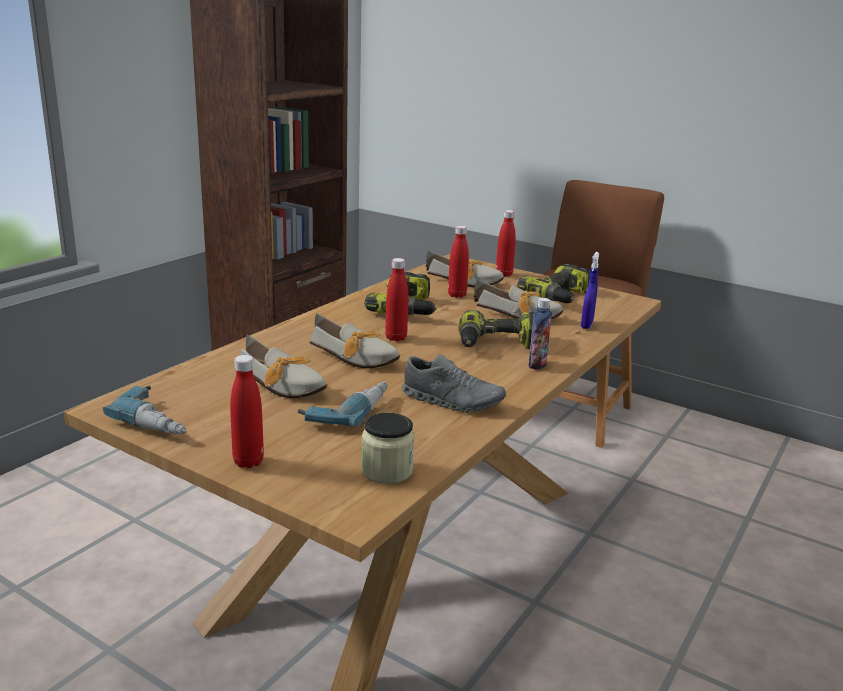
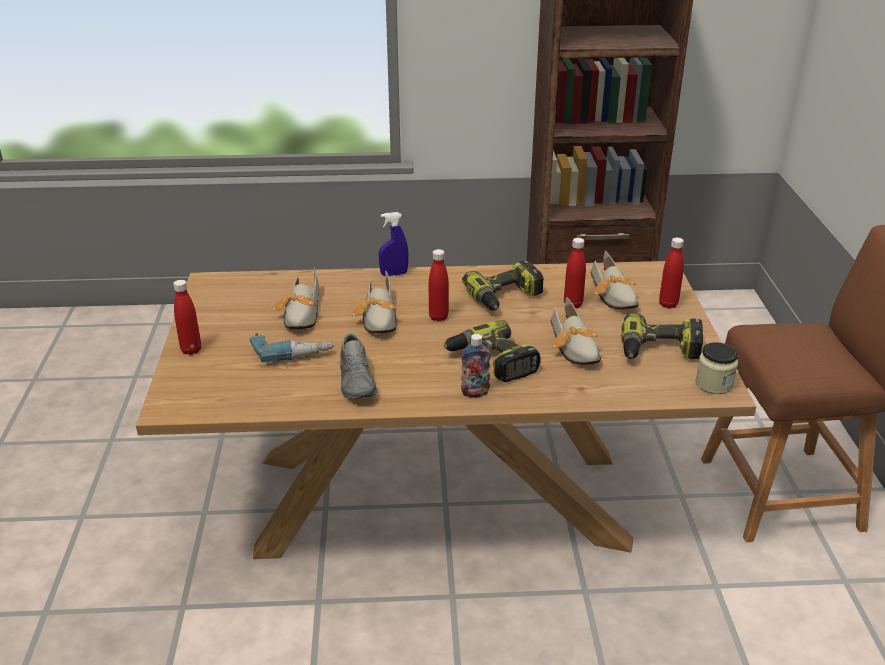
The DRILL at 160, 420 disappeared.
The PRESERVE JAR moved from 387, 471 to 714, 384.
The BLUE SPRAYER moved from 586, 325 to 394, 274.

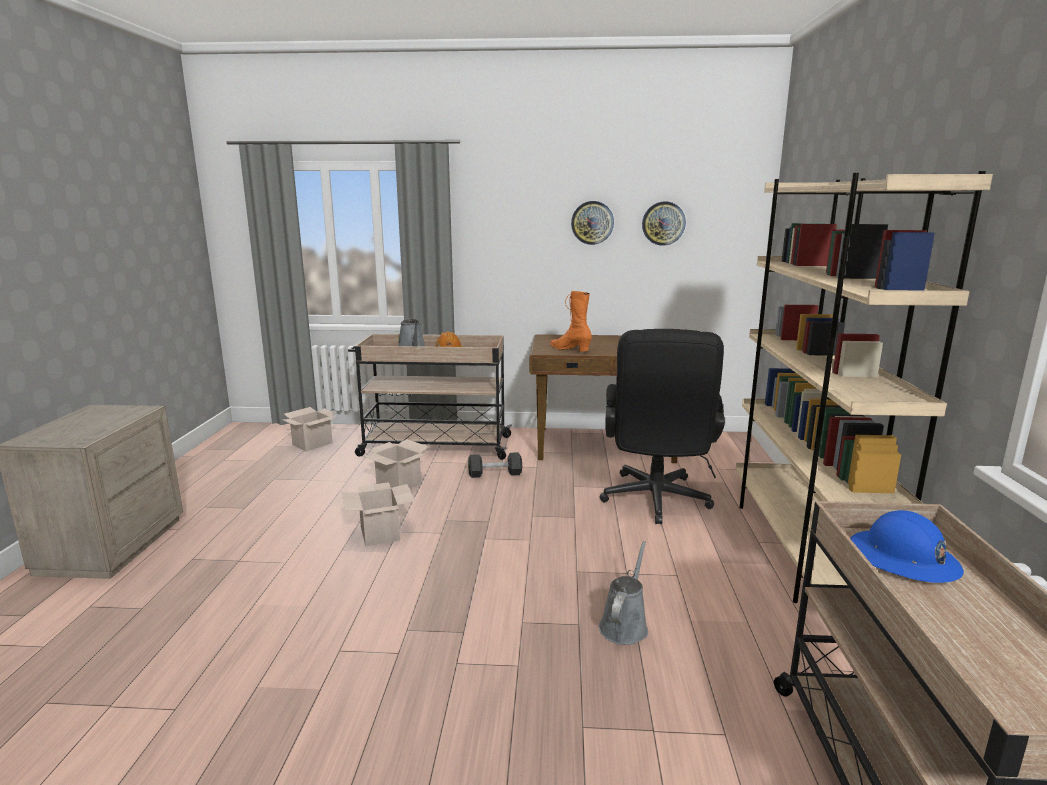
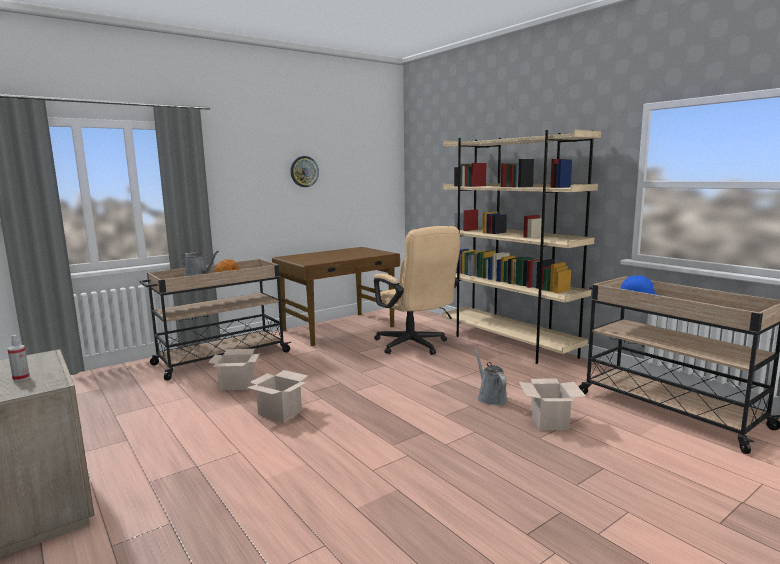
The CARTON moved from 312, 444 to 550, 422.
The BLACKISH DUMBBELL at 495, 474 disappeared.
The ORANGE-COLOURED HIGH-TOP BOOT at 570, 350 disappeared.
The BLACKISH DESK CHAIR at 655, 502 became the BEIGE-COLOURED DESK CHAIR at 415, 346.
The WALL CLOCK at 663, 223 disappeared.
The SPRAYER at 21, 378 appeared.

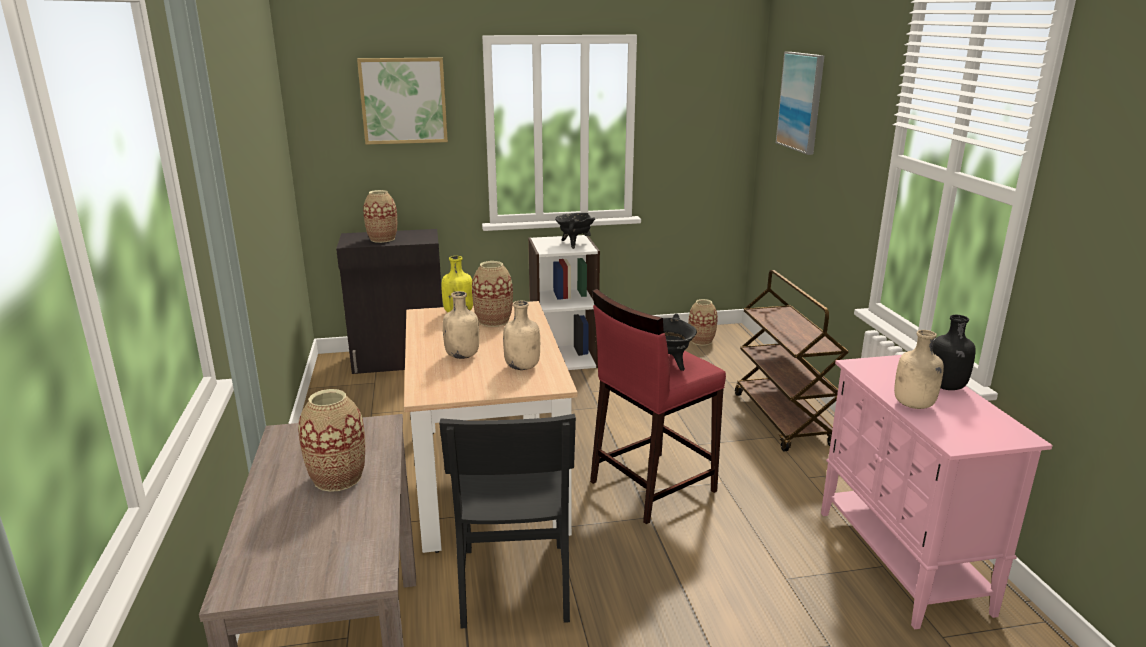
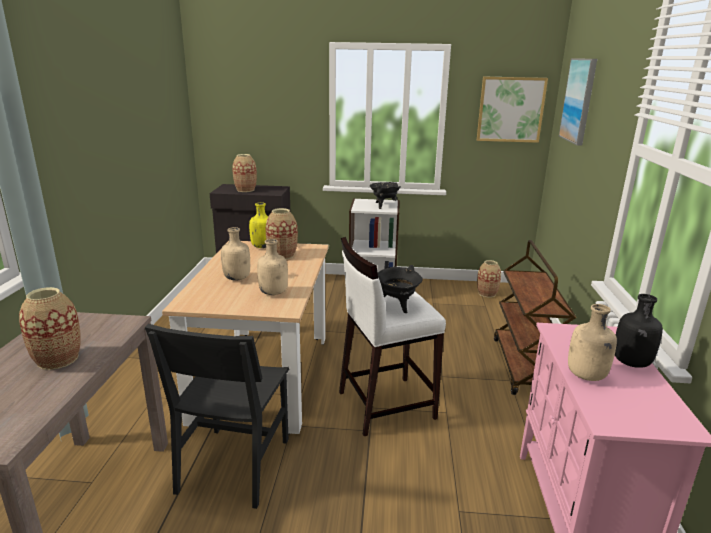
The WALL PICTURE moved from 403, 100 to 510, 109.
The REDDISH SITTING STOOL at 651, 486 became the WHITE-COLOURED SITTING STOOL at 385, 404.

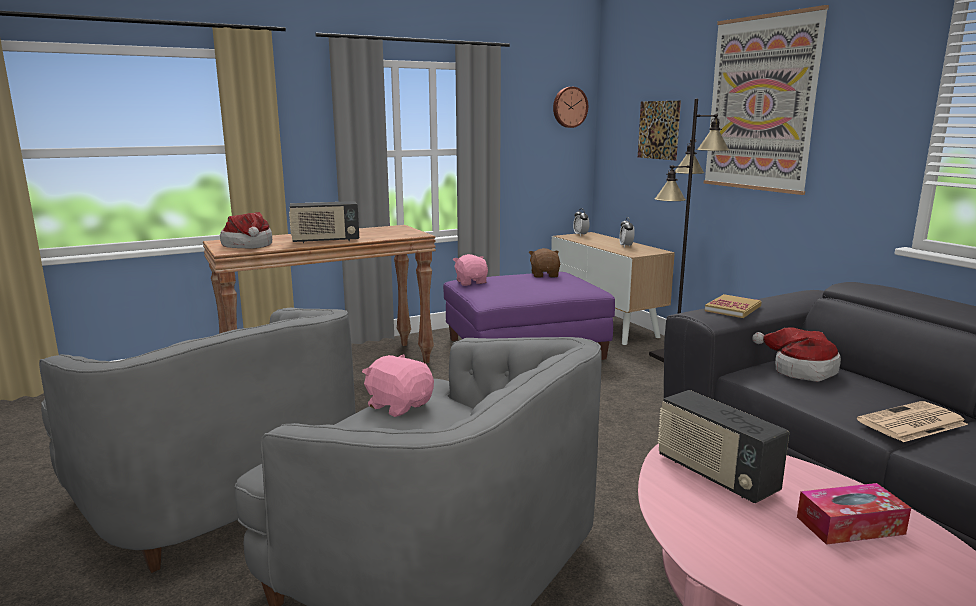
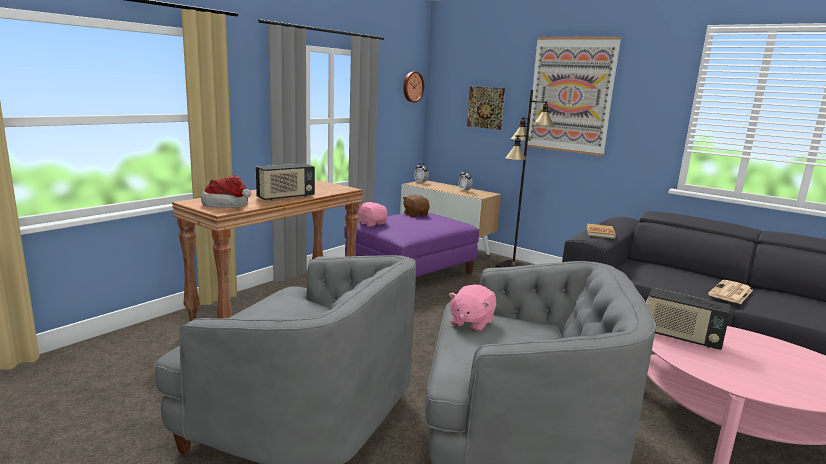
The PINK-COLOURED PLUSH TOY at 399, 405 turned 75 degrees counterclockwise.
The CLOTHING HAT at 800, 370 disappeared.
The TISSUE HOLDER at 850, 525 disappeared.

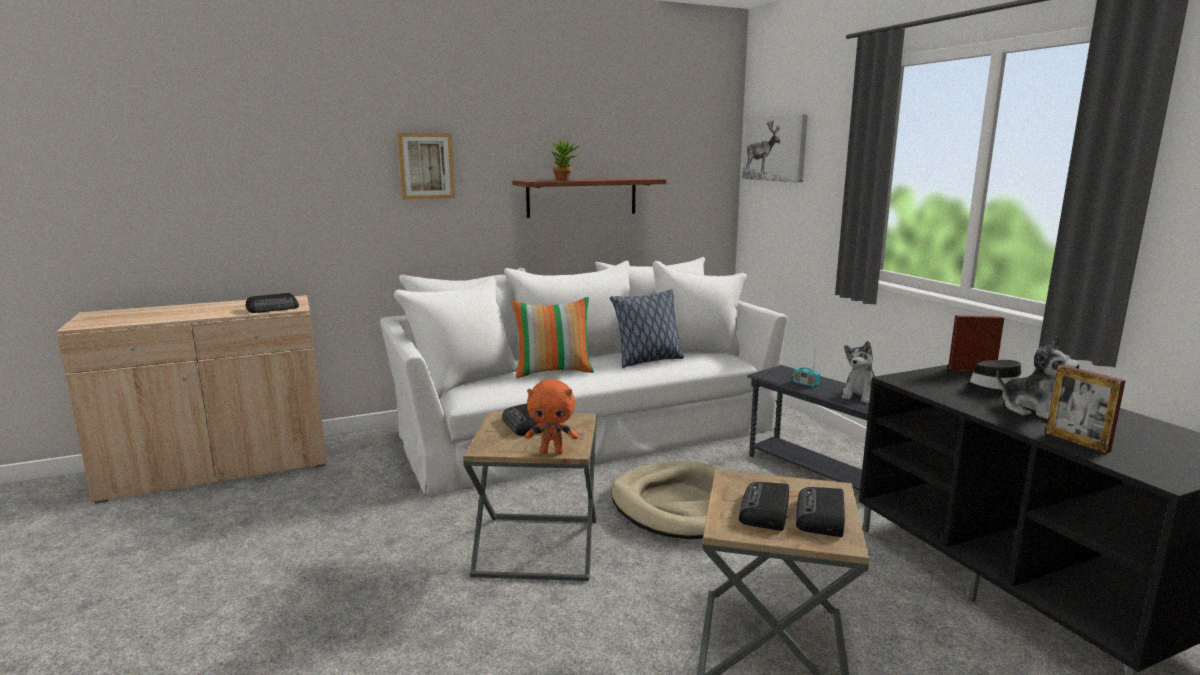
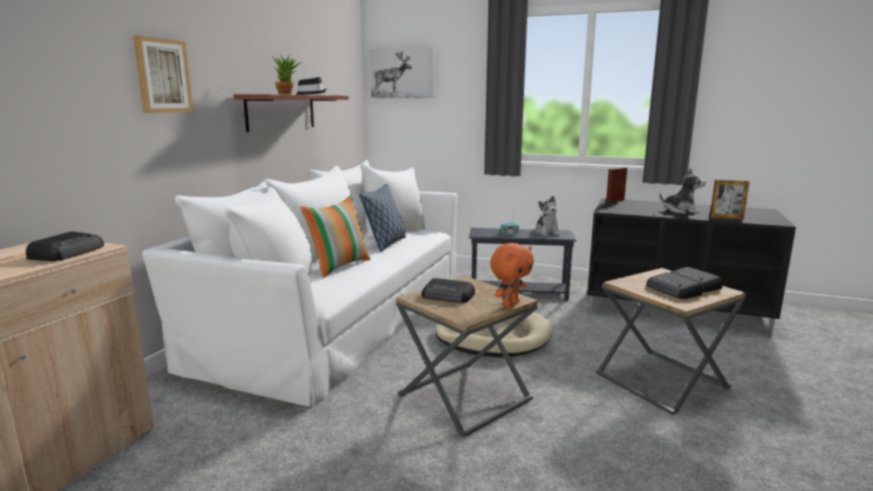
The BLACKISH CLOTHING HAT moved from 994, 388 to 310, 94.

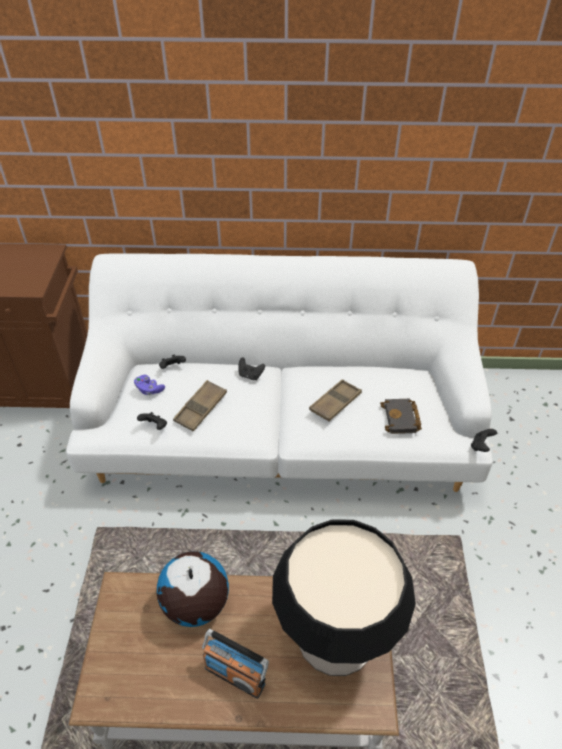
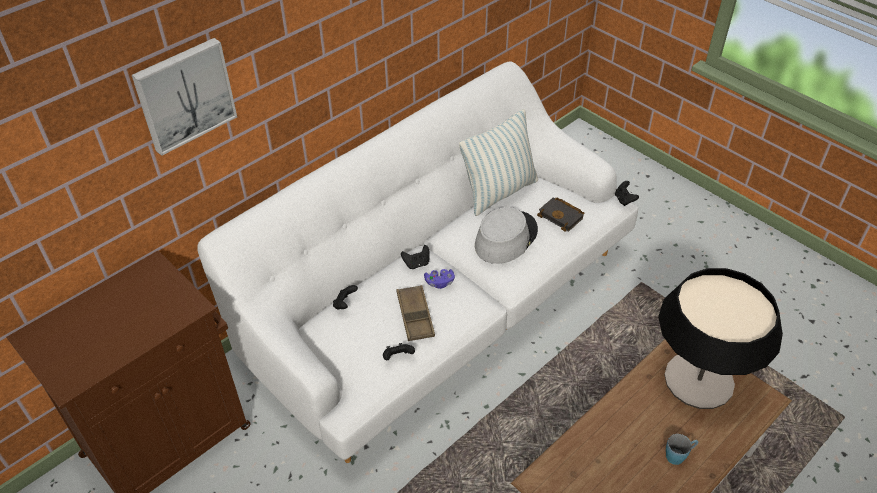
The PURPLE JOYPAD moved from 149, 389 to 439, 282.
The DESK GLOBE at 195, 604 disappeared.
The RADIO RECEIVER at 235, 675 was replaced by the BLUE COFFEE MUG at 678, 455.
The BROWN-COLOURED SERVING TRAY at 335, 403 was replaced by the GREY CLOTHING HAT at 505, 238.
The WALL PICTURE at 184, 94 appeared.
The CUSHION at 499, 192 appeared.

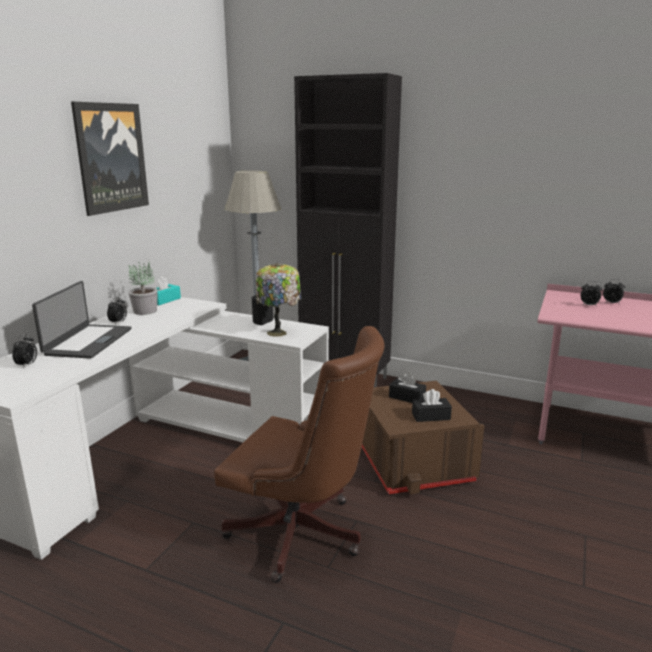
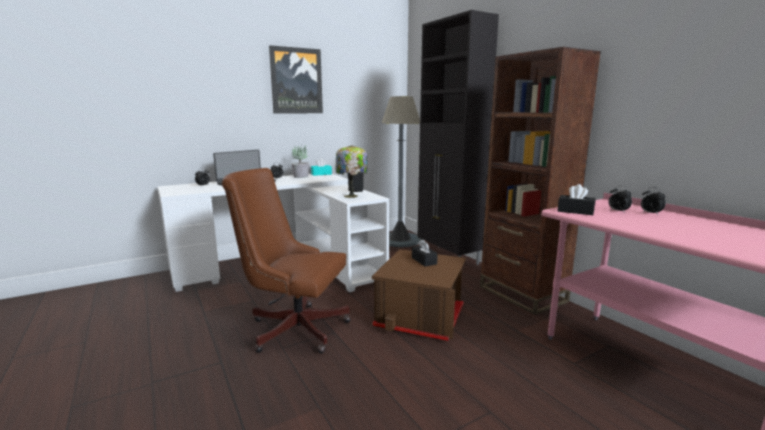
The BROWN-COLOURED DESK CHAIR at 302, 536 turned 135 degrees clockwise.
The BLACKISH TISSUE HOLDER moved from 431, 416 to 575, 211.
The BROWN-COLOURED BOOKCASE at 522, 294 appeared.

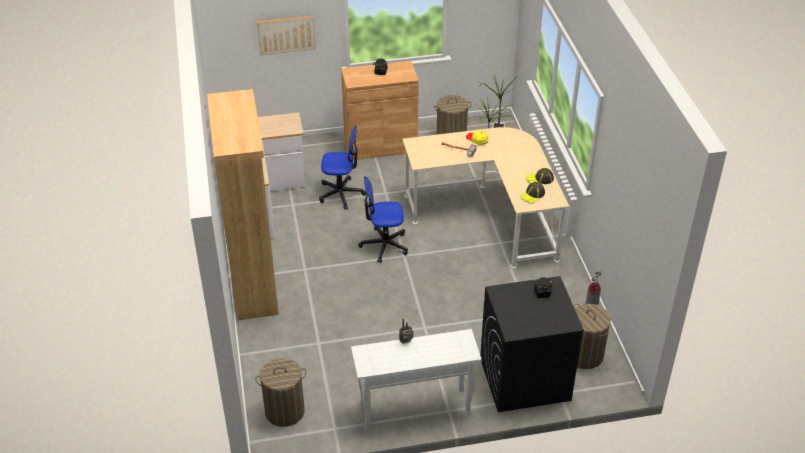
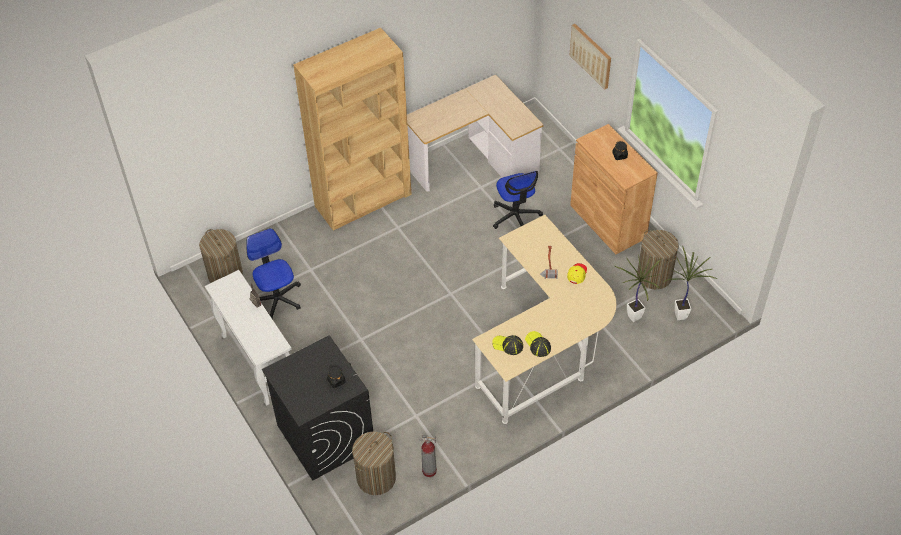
The DESK CHAIR moved from 384, 245 to 277, 299.

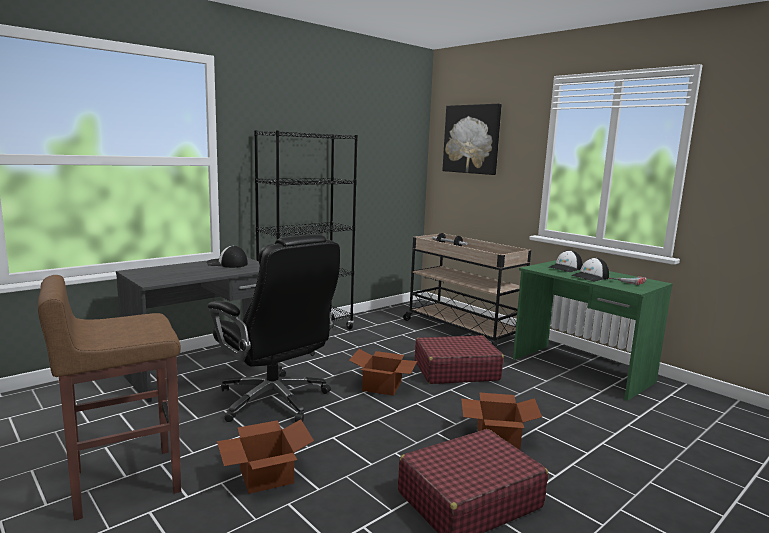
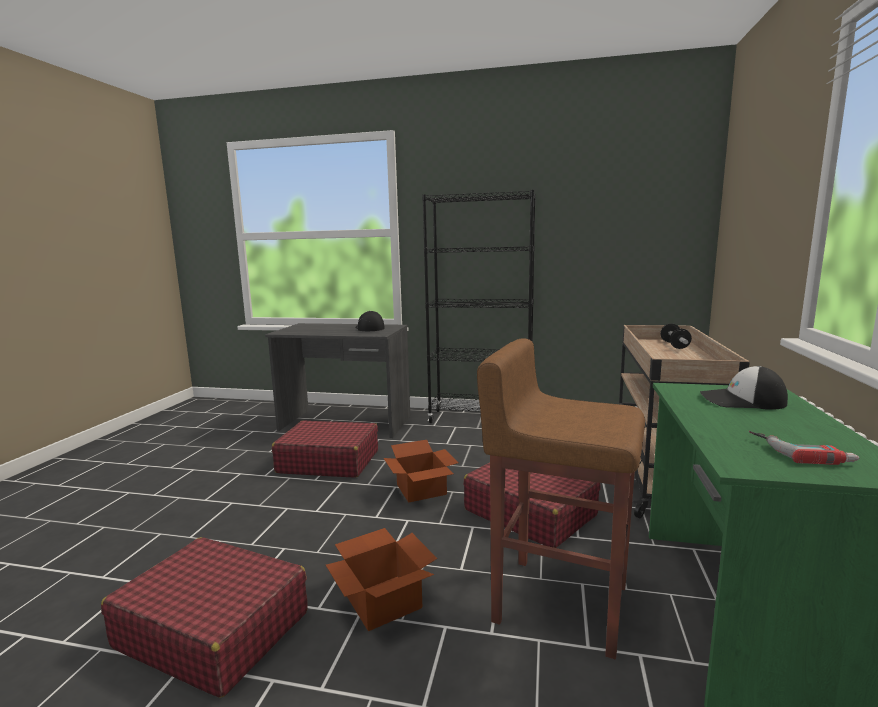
The BROWN-COLOURED SITTING STOOL moved from 123, 481 to 559, 601.
The BLACKISH DESK CHAIR at 274, 400 was replaced by the REDDISH SUITCASE at 328, 461.
The CARTON at 264, 475 disappeared.
The WALL PICTURE at 472, 139 disappeared.
The CAP at 590, 277 disappeared.

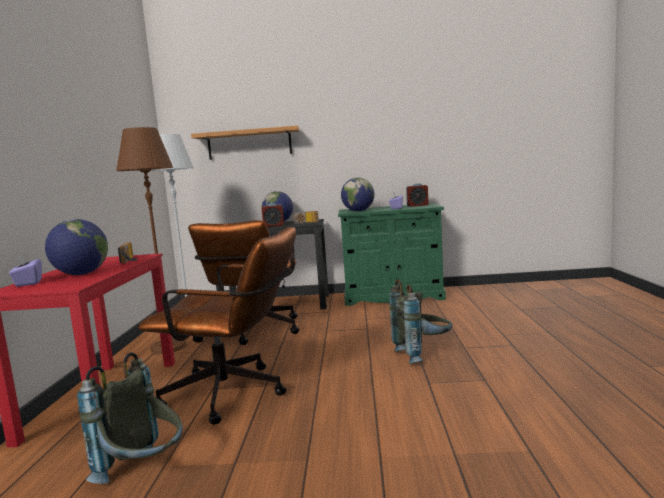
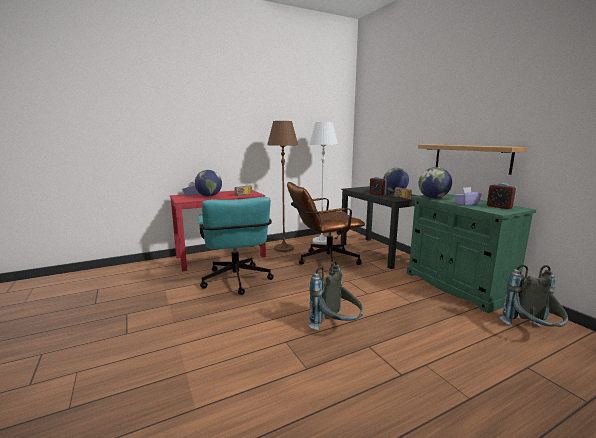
The GREY KNAPSACK moved from 144, 474 to 532, 333.
The BROWN-COLOURED DESK CHAIR at 235, 394 became the TURQUOISE-COLOURED DESK CHAIR at 237, 282.
The SHELF moved from 249, 144 to 471, 158.

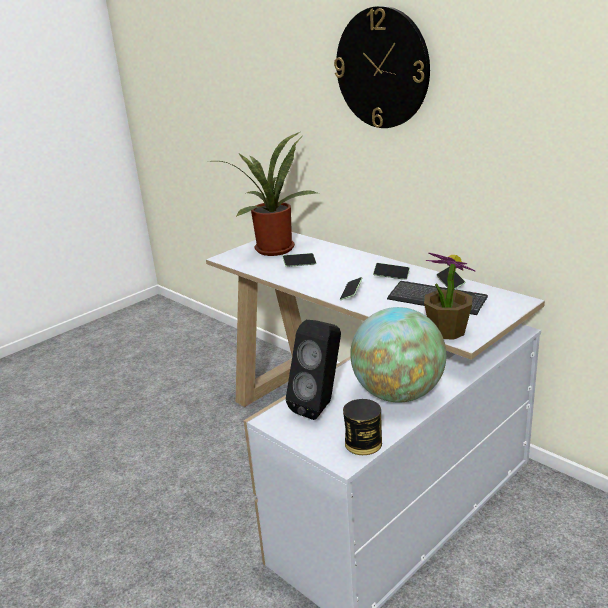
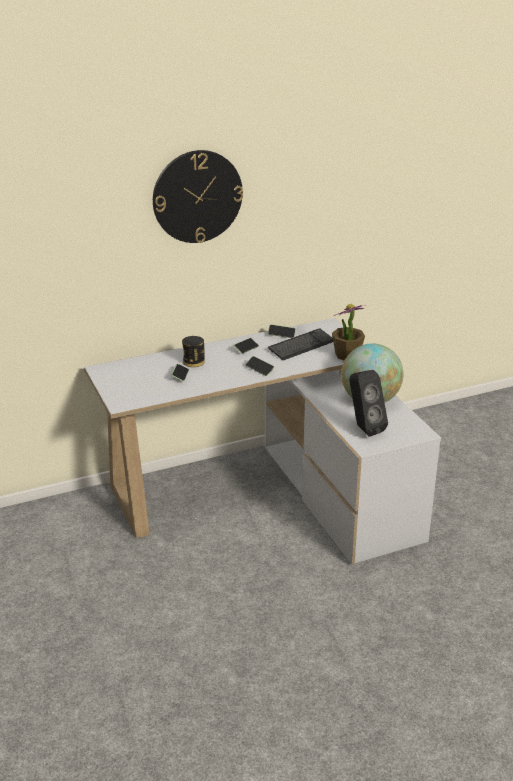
The HOUSEPLANT at 274, 248 disappeared.
The CAN moved from 363, 443 to 193, 362.

